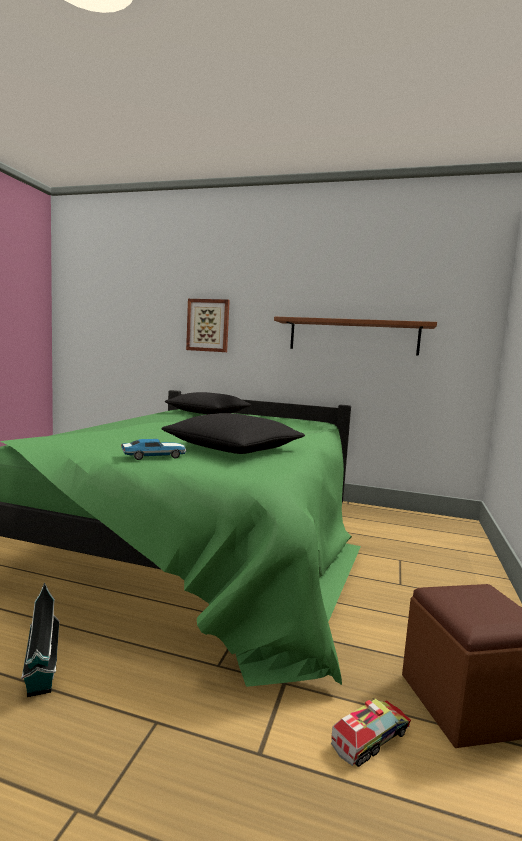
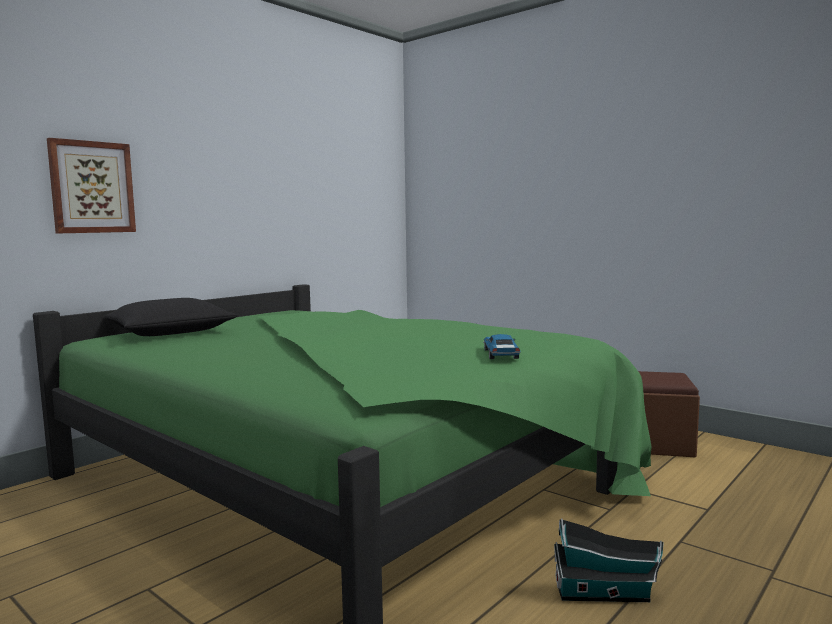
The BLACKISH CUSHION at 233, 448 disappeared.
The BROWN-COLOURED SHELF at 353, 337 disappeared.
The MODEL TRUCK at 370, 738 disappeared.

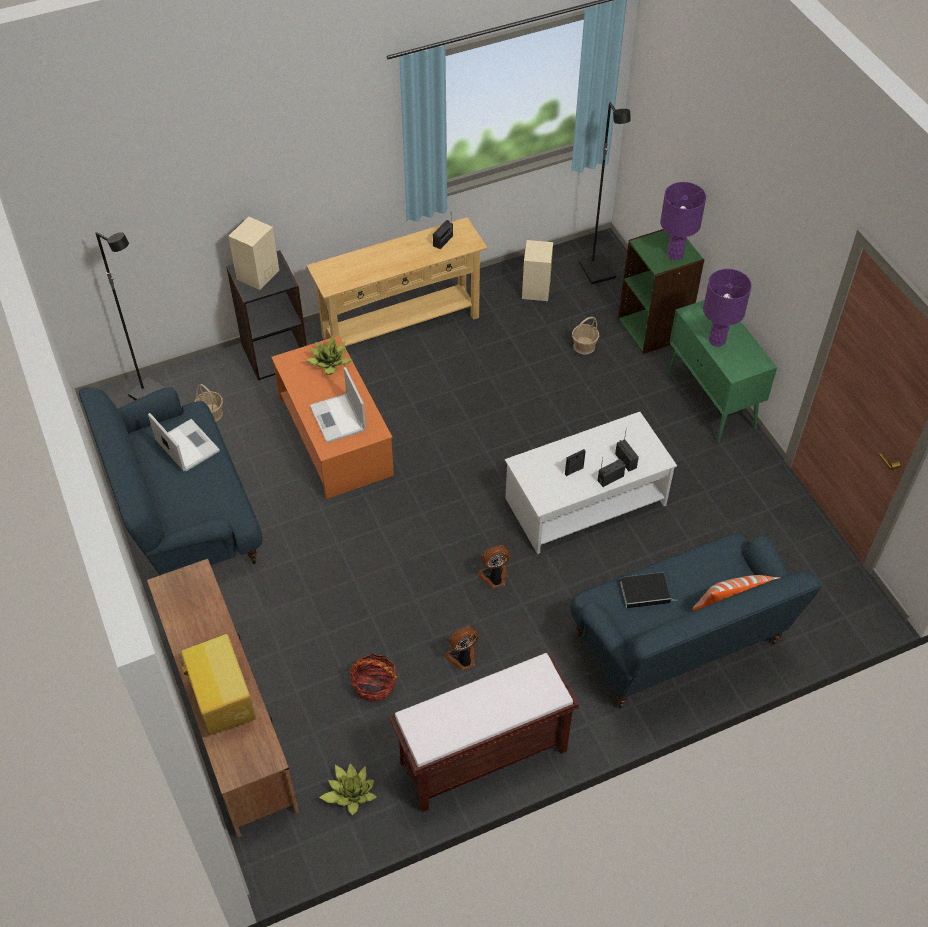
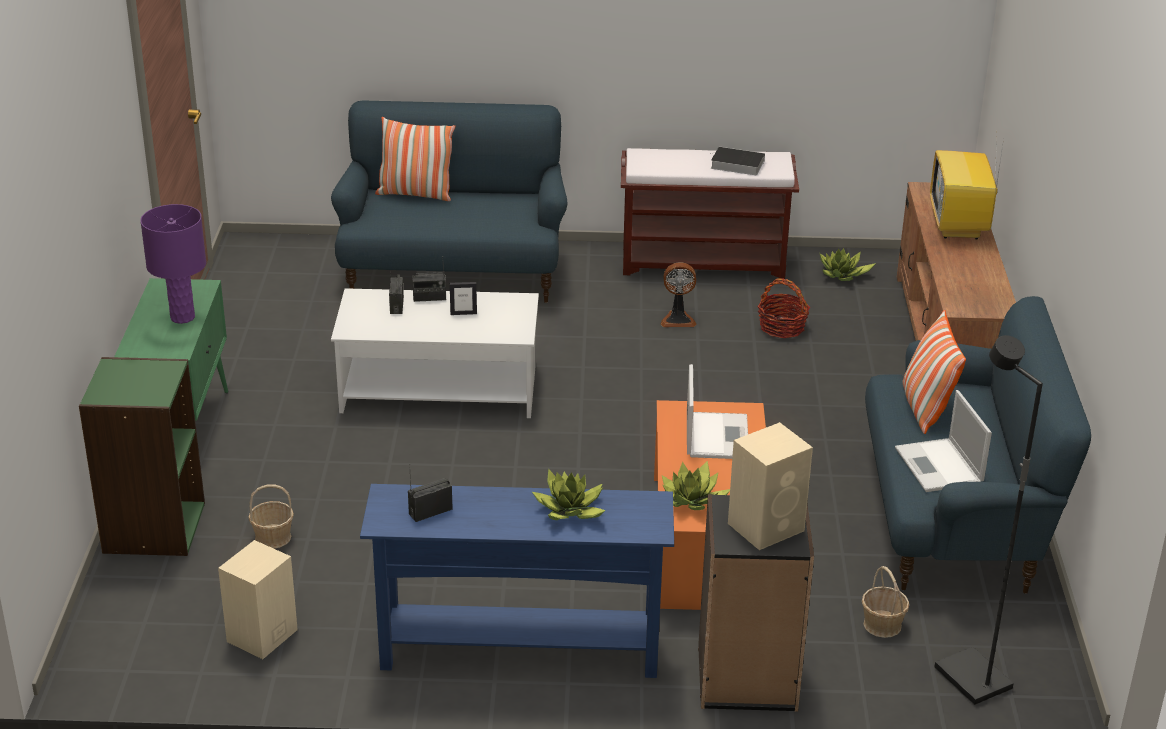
The BEIGE-COLOURED HALL TABLE at 401, 327 became the BLUE HALL TABLE at 519, 651.
The FAN at 494, 577 disappeared.
The BLACKISH STANDARD LAMP at 598, 271 disappeared.
The BOUND BOOK moved from 646, 592 to 735, 164.
The PURPLE LAMP FOR A TABLE at 675, 254 disappeared.
The HOUSEPLANT at 570, 510 appeared.
The CUSHION at 925, 409 appeared.

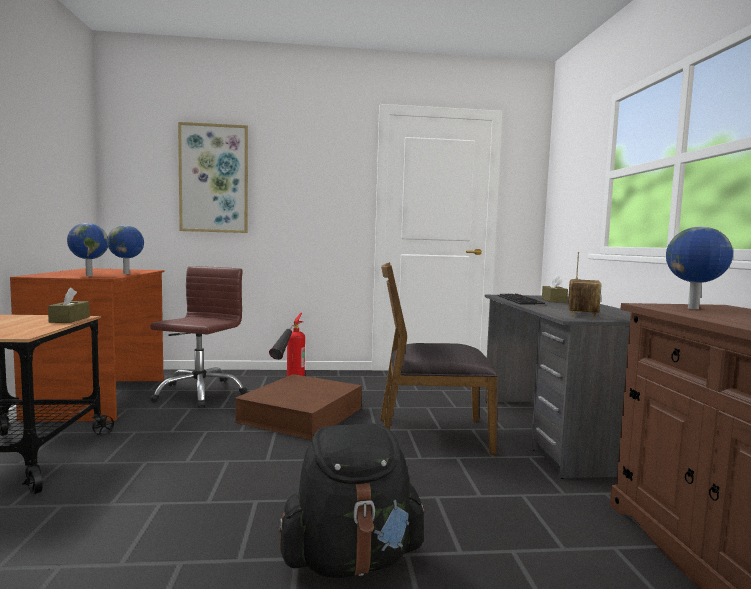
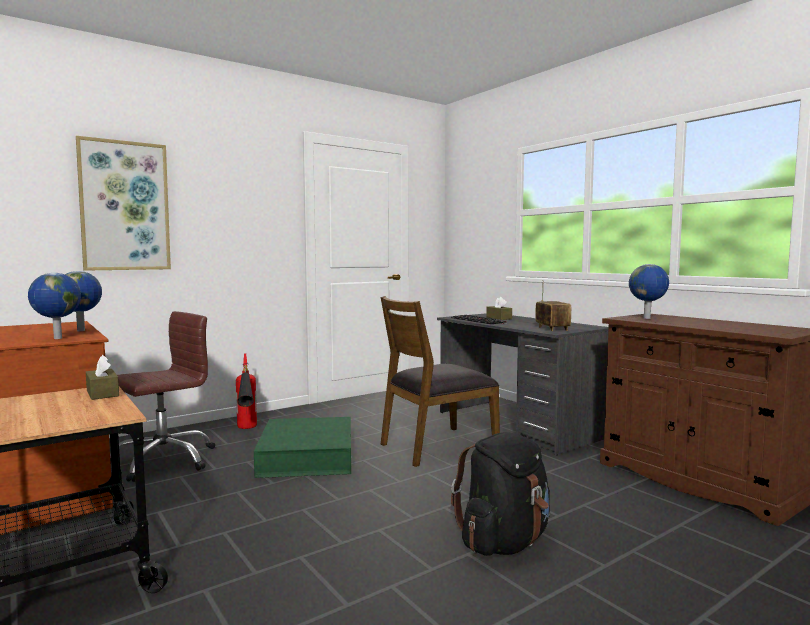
The BROWN-COLOURED DESK CHAIR at 199, 393 turned 60 degrees clockwise.
The BROWN-COLOURED STORAGE BOX at 301, 415 became the GREENISH STORAGE BOX at 307, 456.

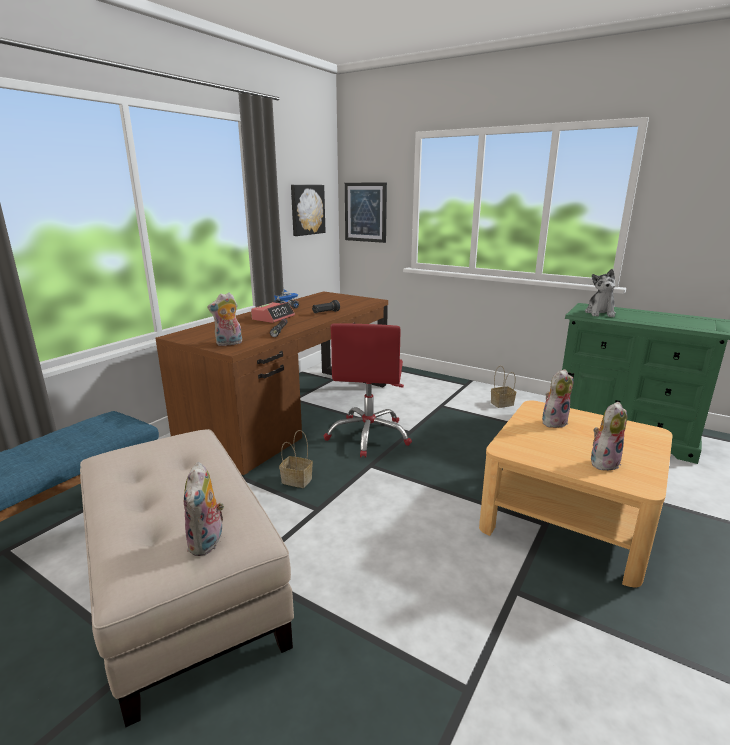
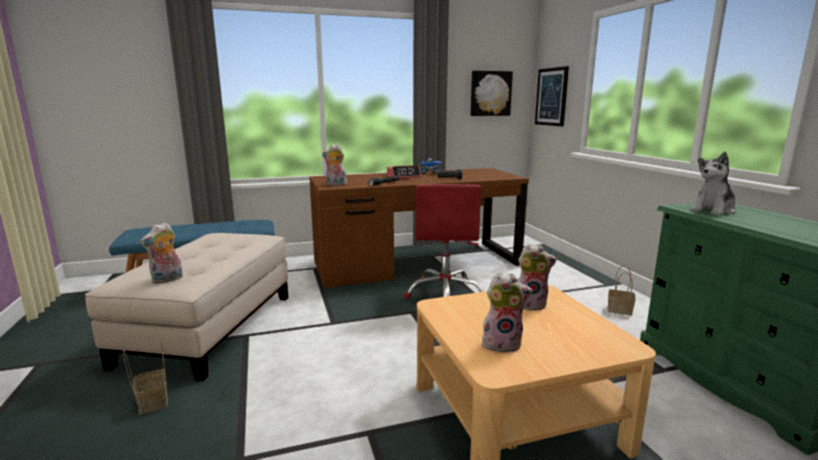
The BASKET moved from 295, 480 to 152, 401.
The REDDISH DESK CHAIR at 369, 435 turned 45 degrees counterclockwise.

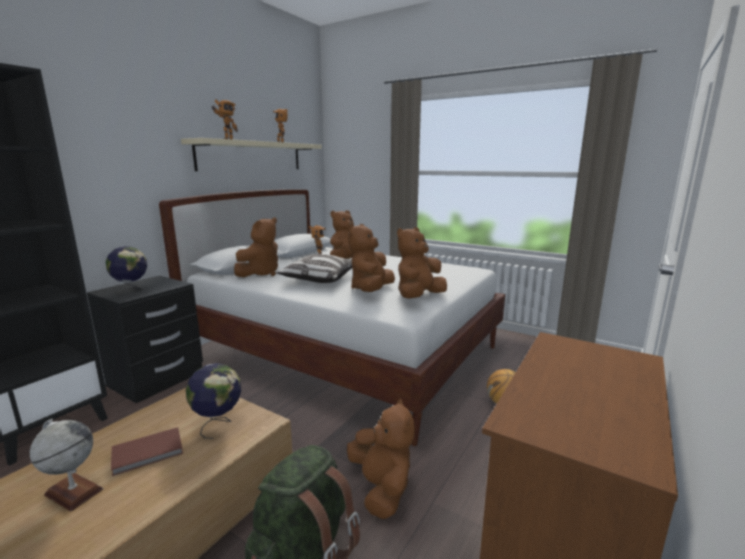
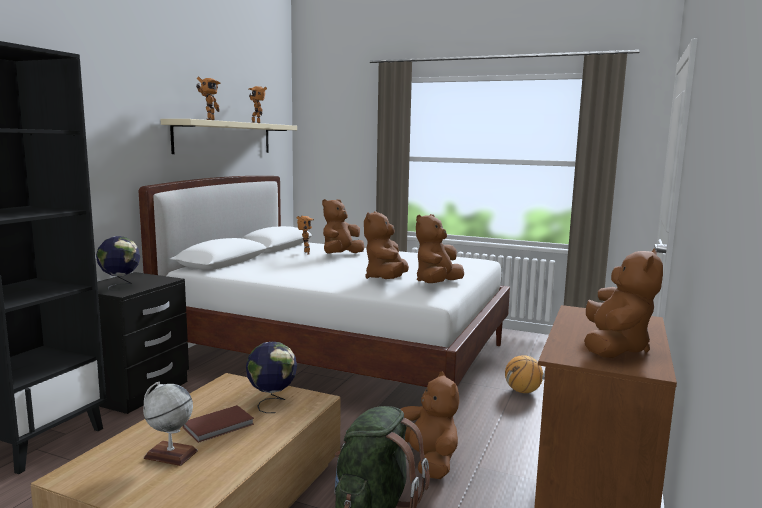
The BROWN-COLOURED PLUSH TOY moved from 260, 273 to 614, 348.
The CUSHION at 318, 279 disappeared.

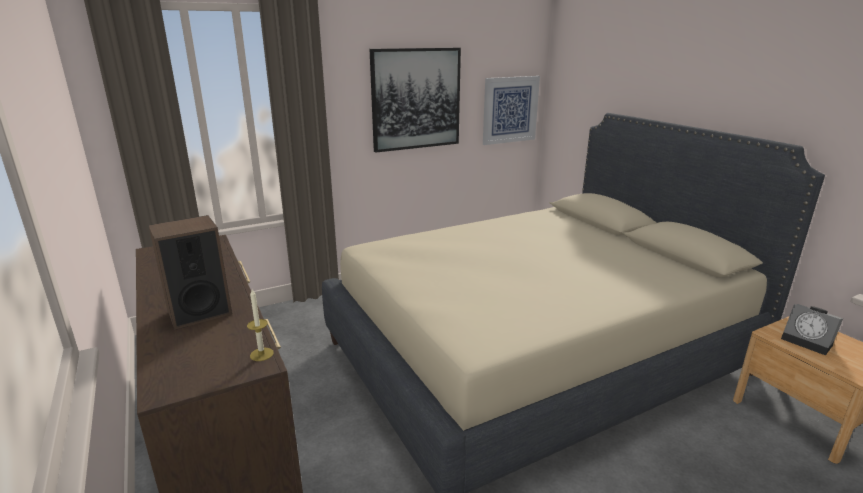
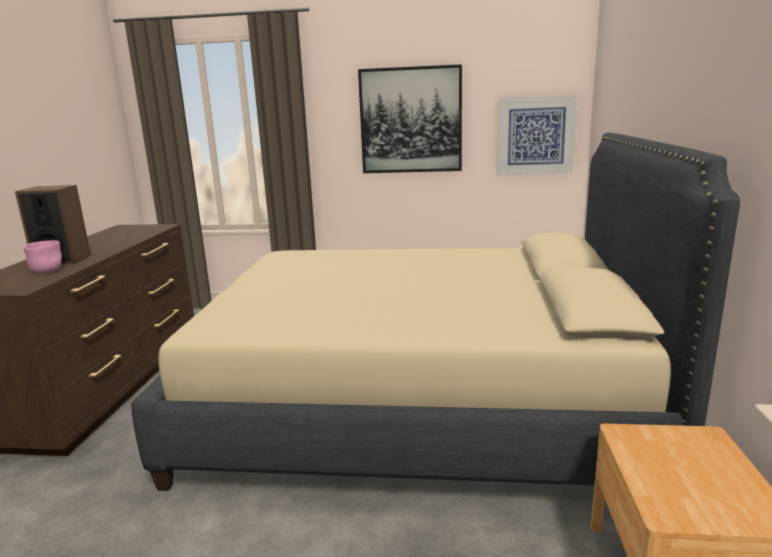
The CANDLE at 261, 354 disappeared.
The BEDSIDE CLOCK at 808, 342 disappeared.
The PINK-COLOURED DEEP DISH at 47, 271 appeared.

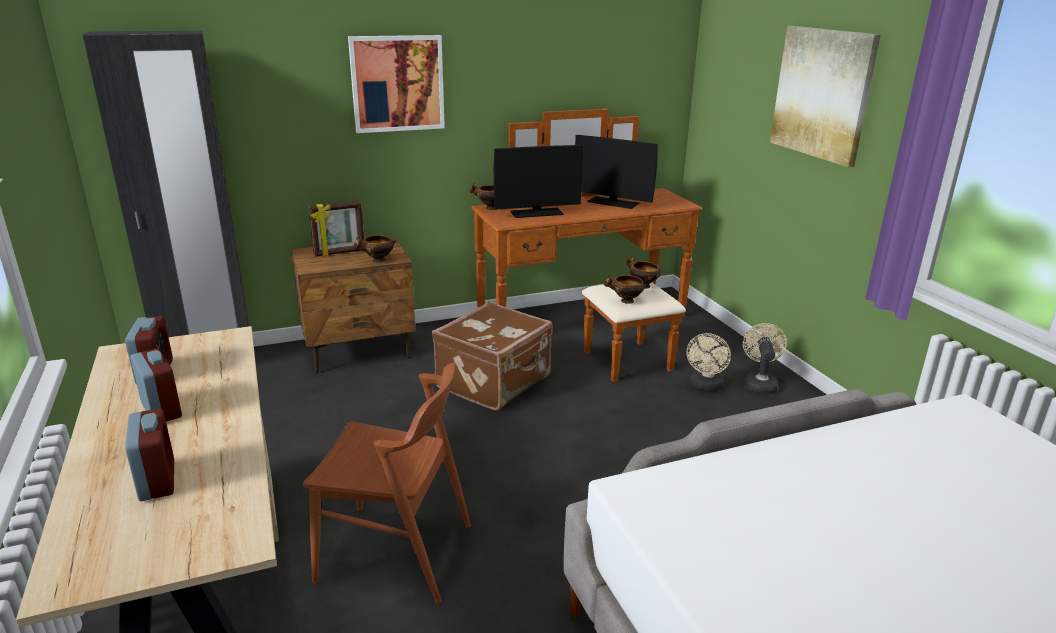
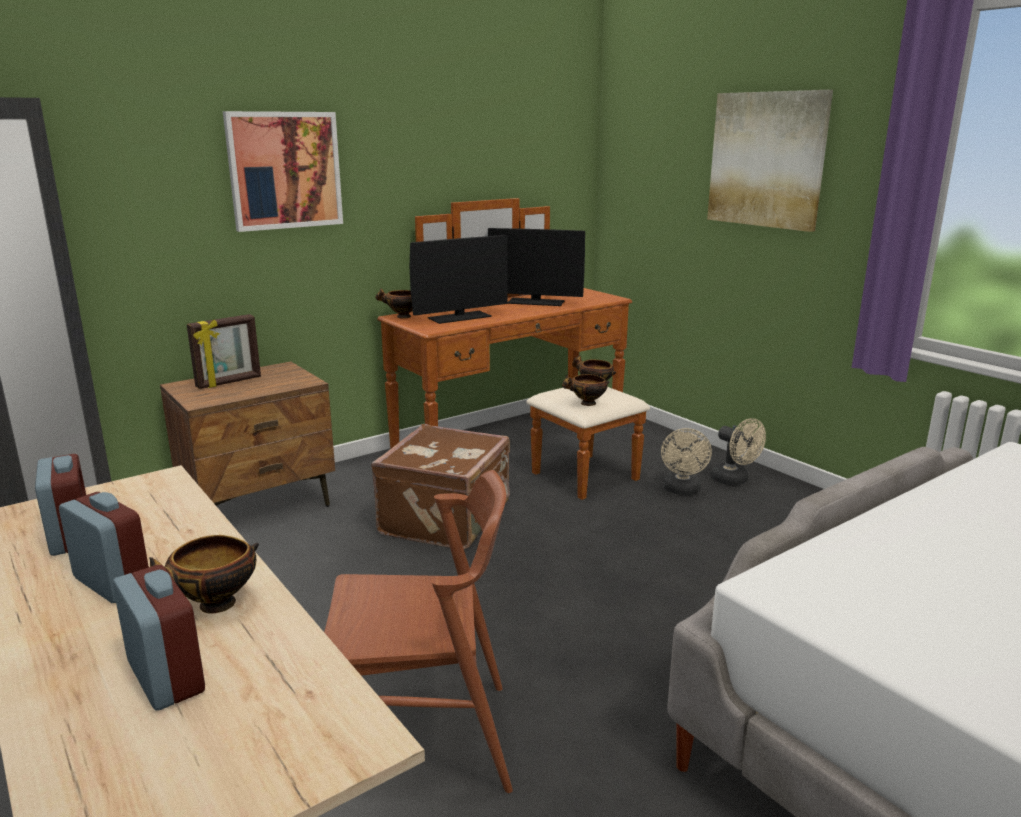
The DEEP DISH moved from 377, 261 to 214, 606.
The BEIGE-COLOURED FAN at 759, 384 turned 150 degrees clockwise.

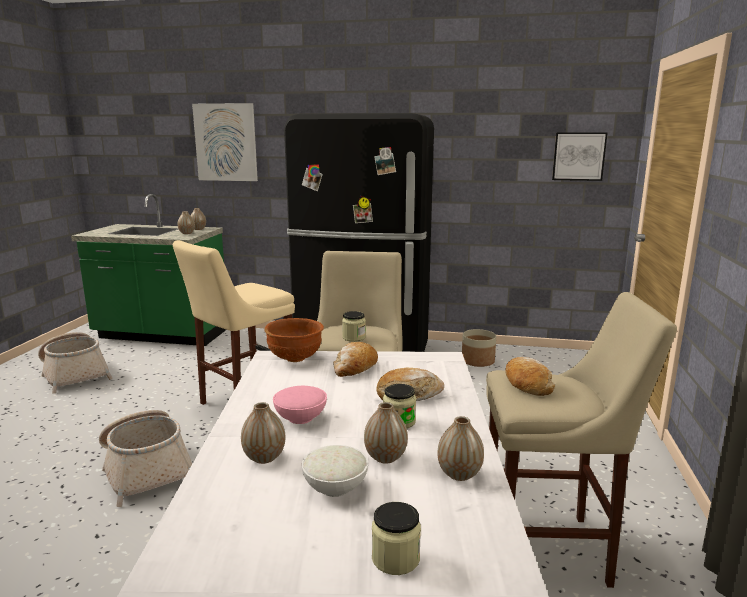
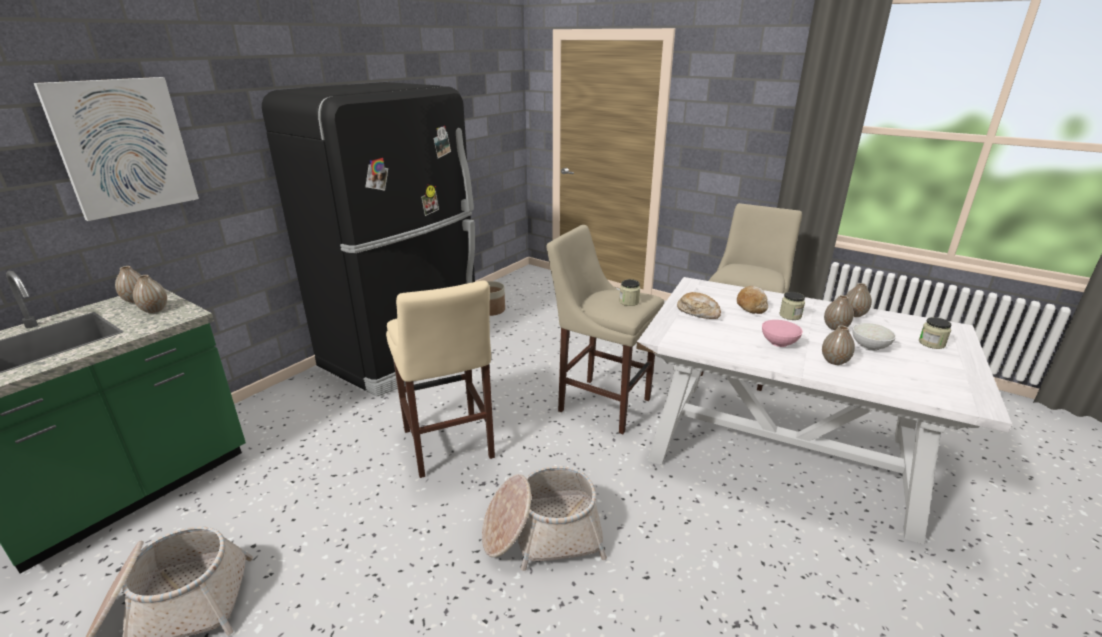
The BROWN-COLOURED DEEP DISH at 296, 359 disappeared.
The BAKED BREAD at 527, 384 disappeared.
The WALL PICTURE at 578, 156 disappeared.

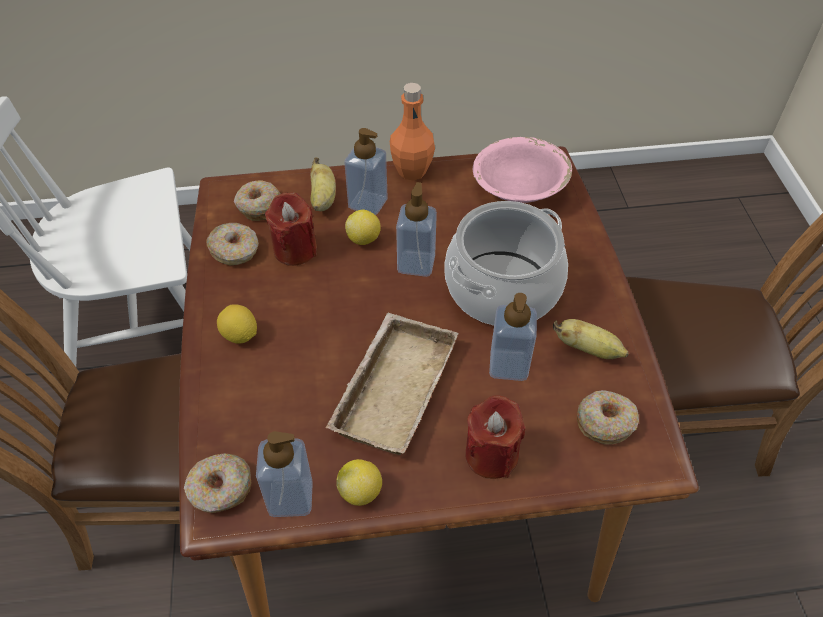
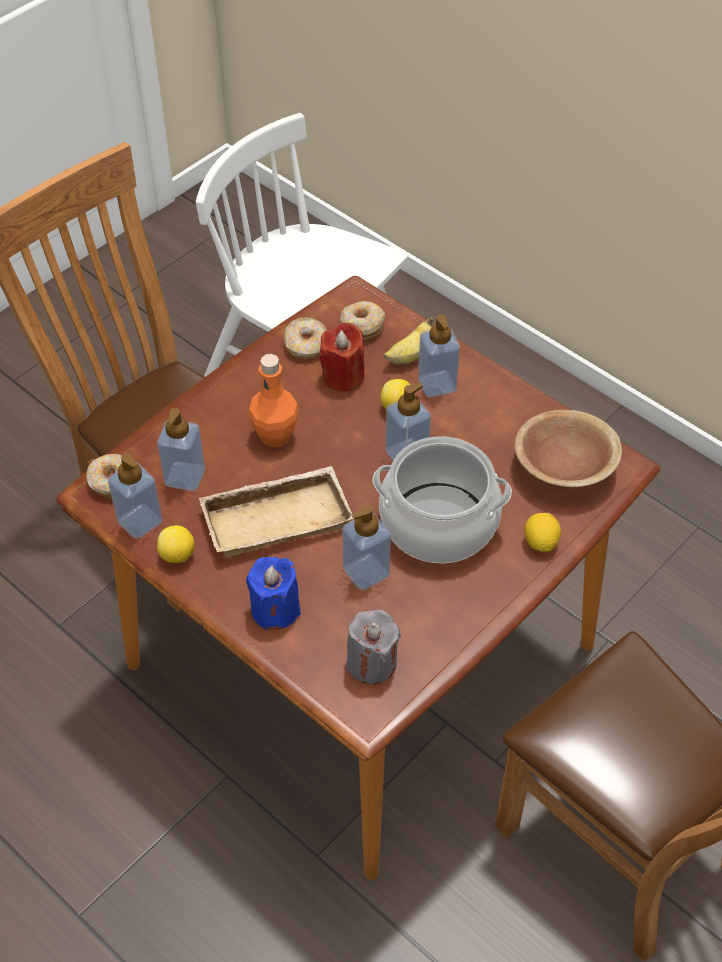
The CITRUS FRUIT moved from 240, 335 to 540, 543.
The ORANGE-COLOURED DRINK BOTTLE moved from 412, 171 to 275, 436.
The REDDISH CANDLE at 491, 455 became the BLUE CANDLE at 275, 609.
The PINK-COLOURED DEEP DISH at 518, 189 became the BROWN-COLOURED DEEP DISH at 564, 466.
The WHOLE BANANA at 588, 349 disappeared.
The DOUGHNUT at 605, 422 was replaced by the GREY CANDLE at 372, 663.
The LIQUID SOAP BOTTLE at 185, 477 appeared.

